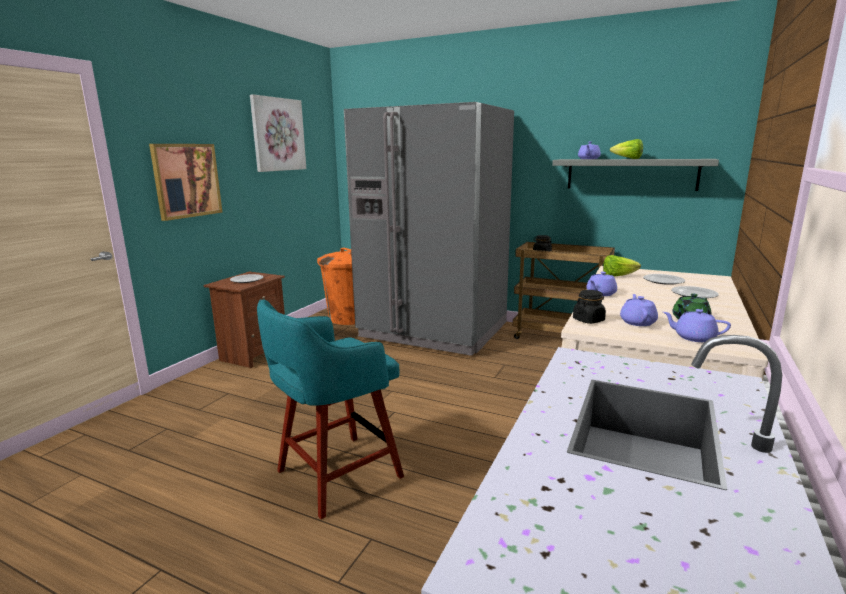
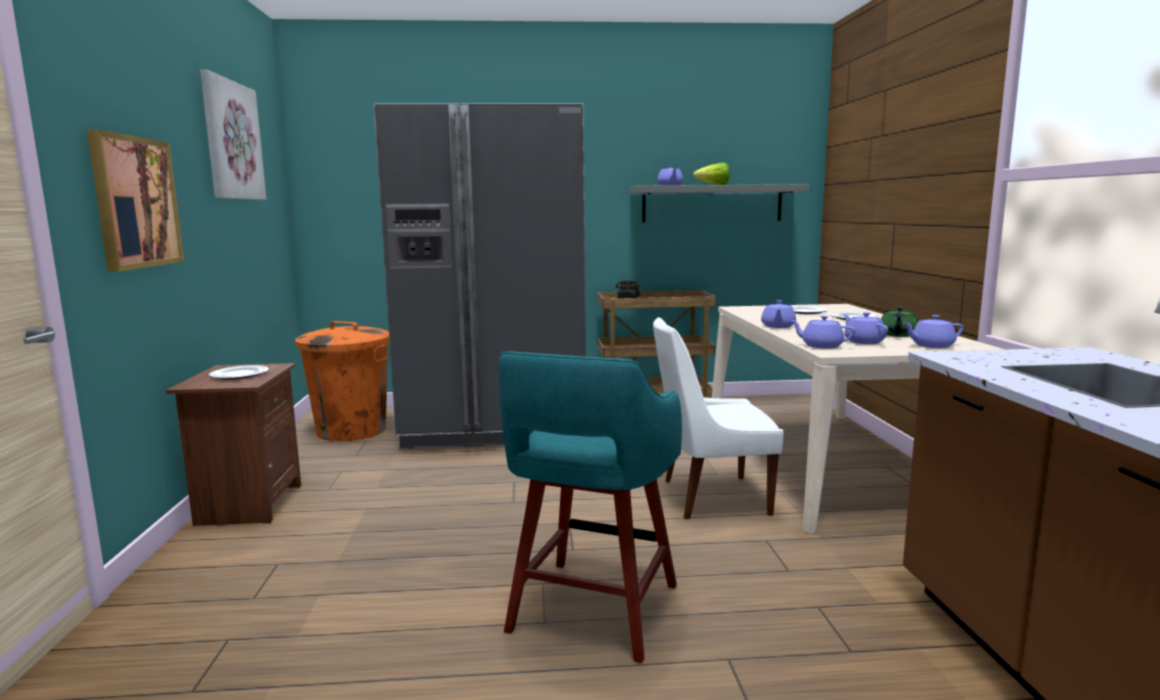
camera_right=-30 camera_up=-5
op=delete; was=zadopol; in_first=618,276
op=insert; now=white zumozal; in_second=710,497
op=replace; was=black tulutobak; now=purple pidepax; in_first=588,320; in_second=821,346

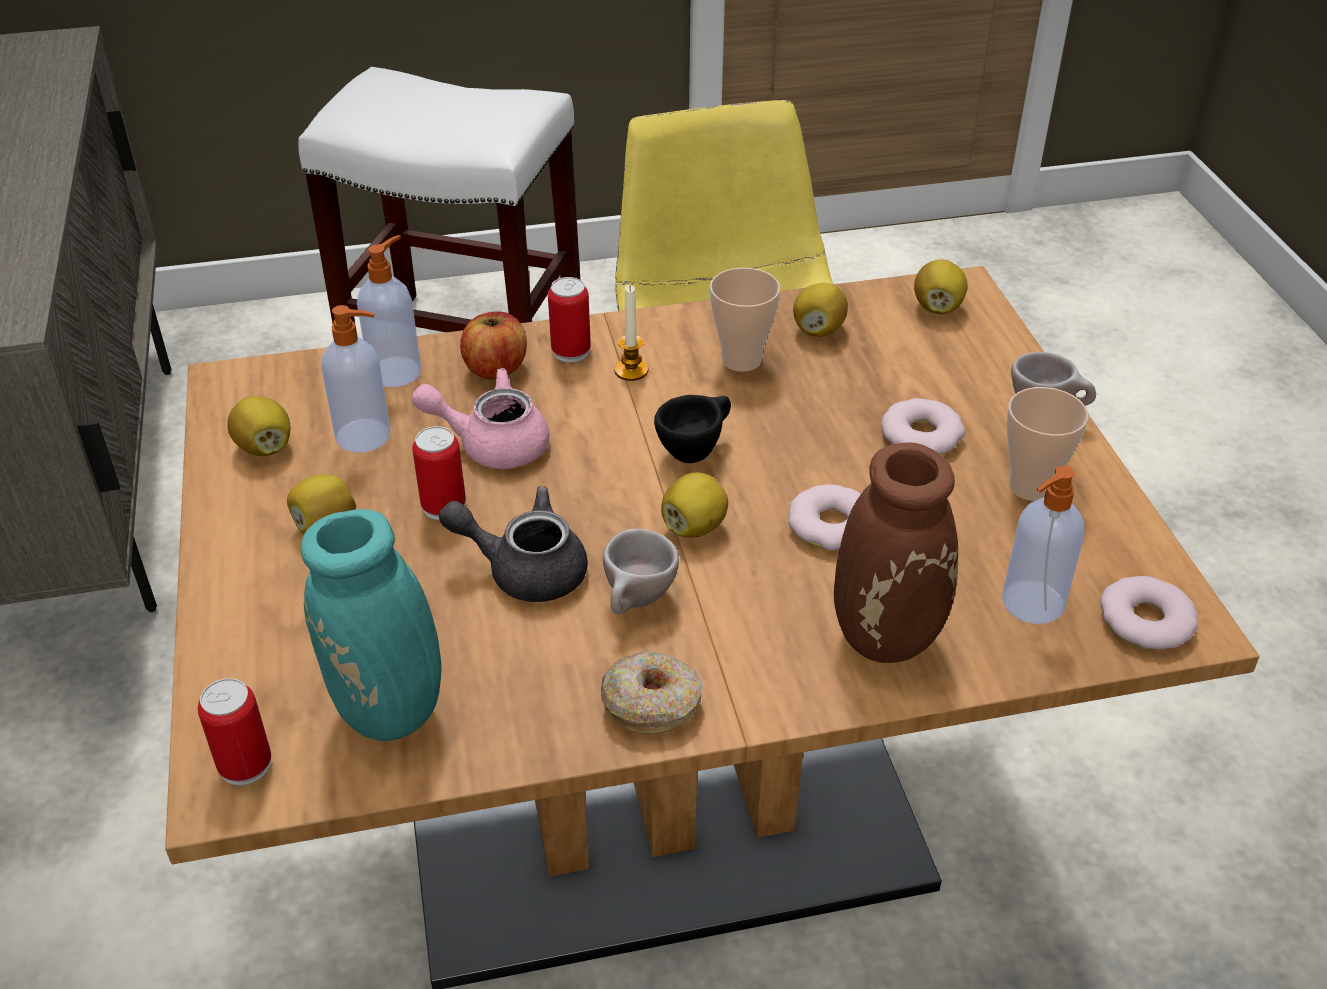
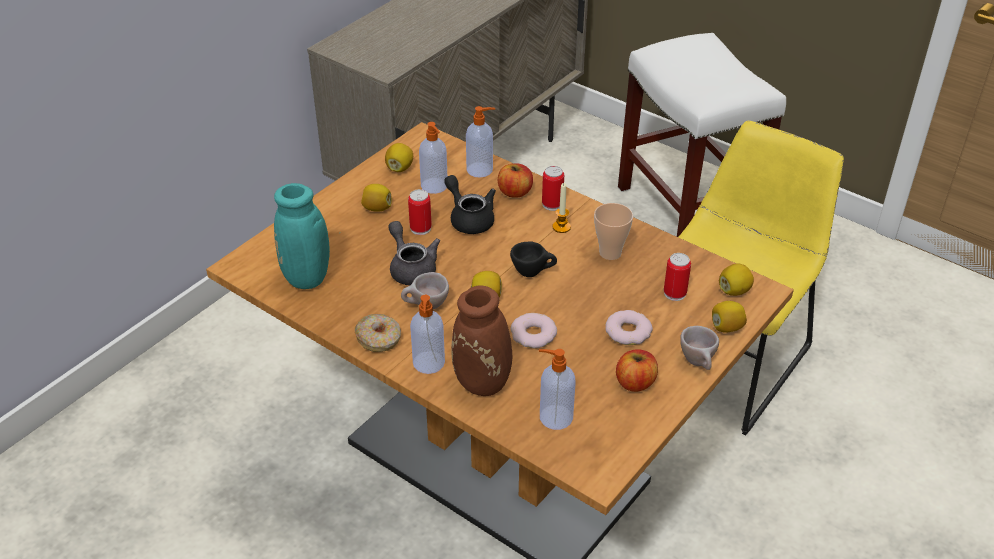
camera_right=50 camera_up=0
op=delete; was=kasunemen; in_first=1145,621
op=insert; now=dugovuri; in_second=428,364
op=move; was=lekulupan; in_first=245,765; in_second=674,293
op=move; was=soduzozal; in_first=818,329; in_second=726,327
op=replace; was=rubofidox; now=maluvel; in_first=1031,487; in_second=635,383
op=recolor; was=pink pidepax; now=black pidepax; in_first=492,443; in_second=469,218

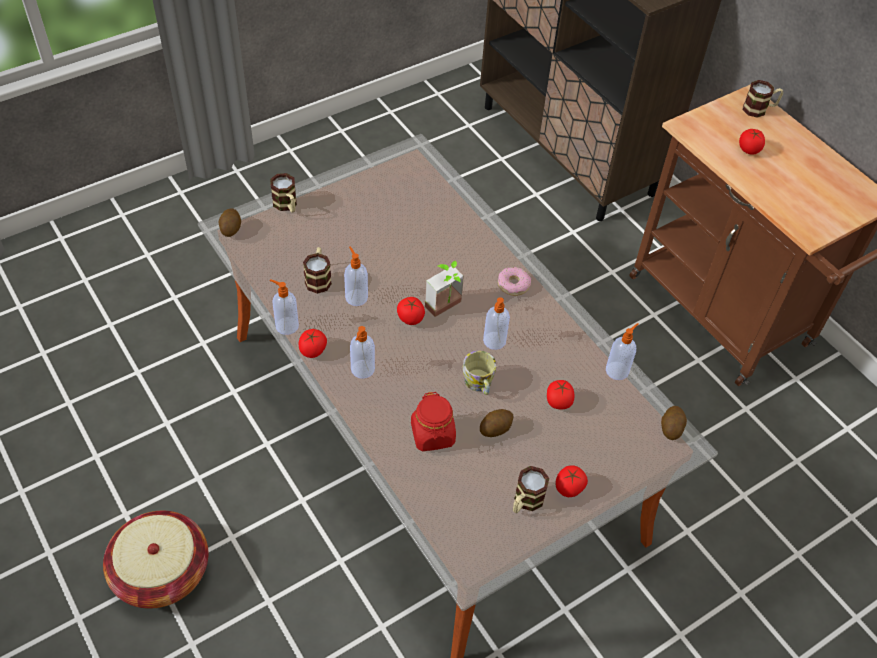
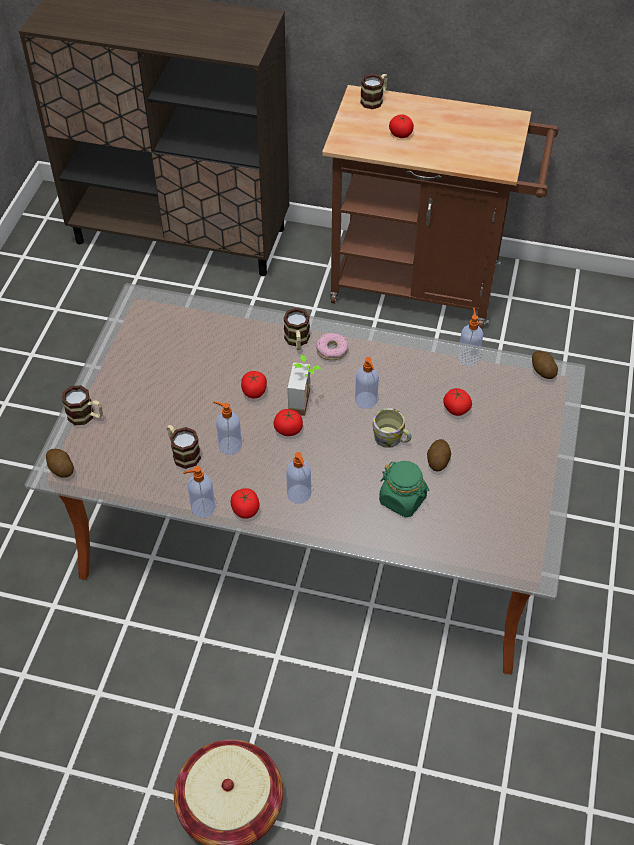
camera_right=-40 camera_up=0
op=move; was=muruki; in_first=525,502; in_second=297,341
op=move; was=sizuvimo; in_first=569,488; in_second=254,391
op=recolor; was=red tulutobak; now=green tulutobak; in_first=433,435; in_second=403,500

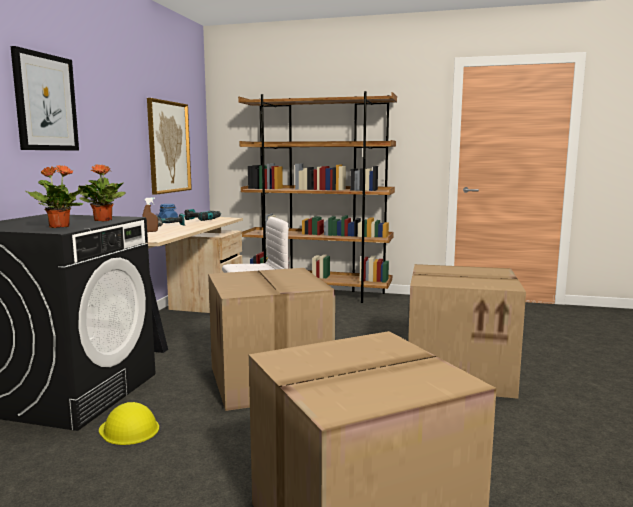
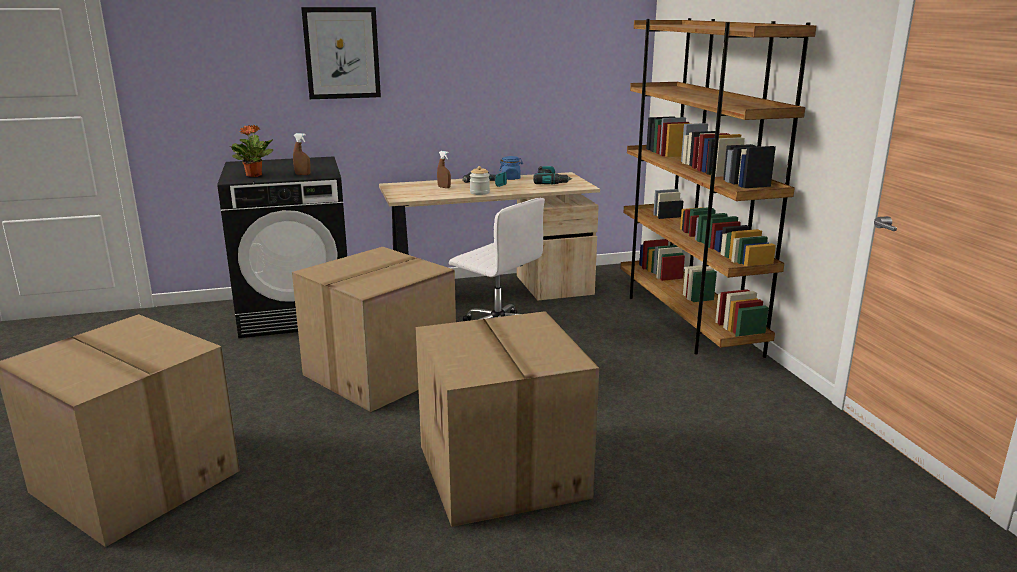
camera_right=60 camera_up=10
op=delete; was=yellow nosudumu; in_first=129,429
op=delete; was=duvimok; in_first=168,147
op=insert; now=tulutobak; in_second=479,193
op=replace; was=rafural; now=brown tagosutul; in_first=103,220; in_second=302,174

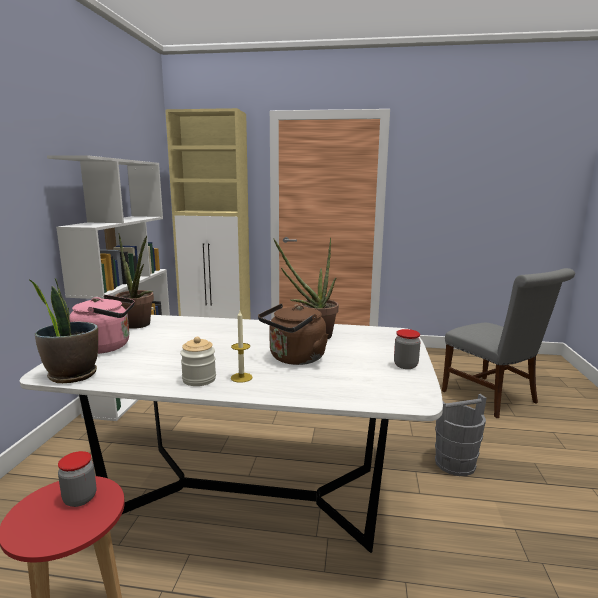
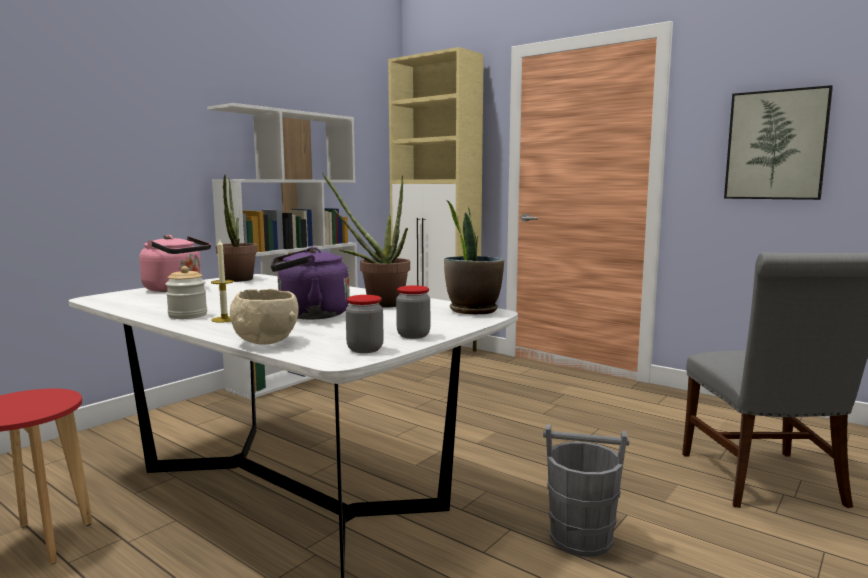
camera_right=30 camera_up=-5
op=insert; now=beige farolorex; in_second=265,342
op=insert; now=duvimok; in_second=776,145
op=move; was=rafural; in_first=72,375; in_second=472,310
op=move; was=tulutobak; in_first=80,498; in_second=365,349
op=recolor; was=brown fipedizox; now=purple fipedizox; in_first=294,359; in_second=309,315

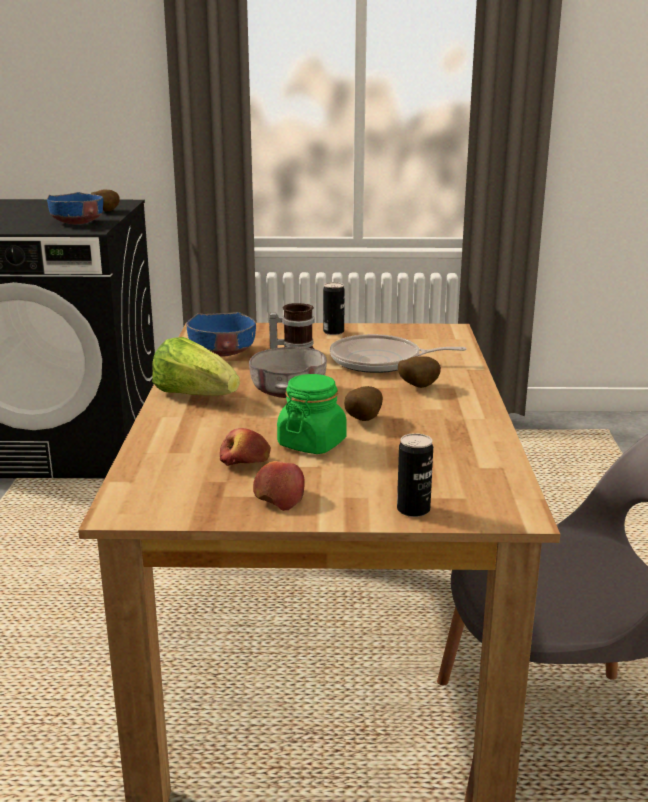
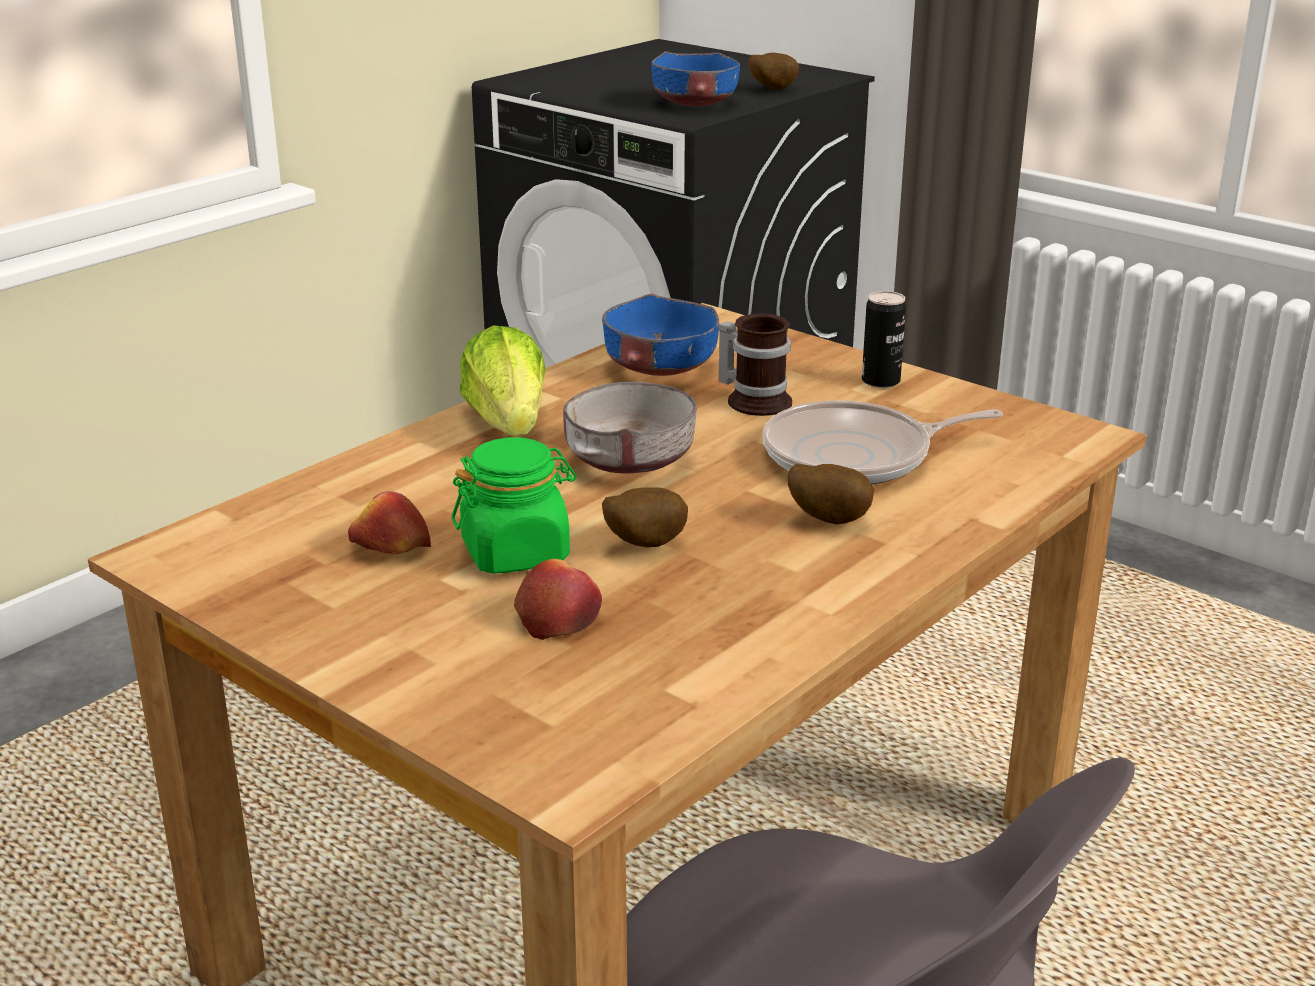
camera_right=40 camera_up=5
op=delete; was=lekulupan; in_first=413,510
op=move; was=maluvel; in_first=279,497; in_second=558,617
op=rotate; was=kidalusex; in_first=380,361; in_second=855,456; clockwise=-60

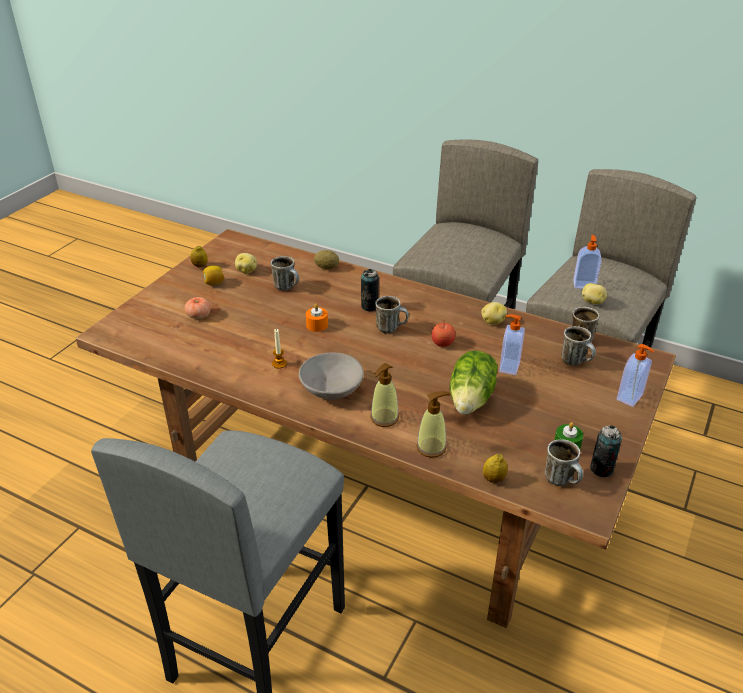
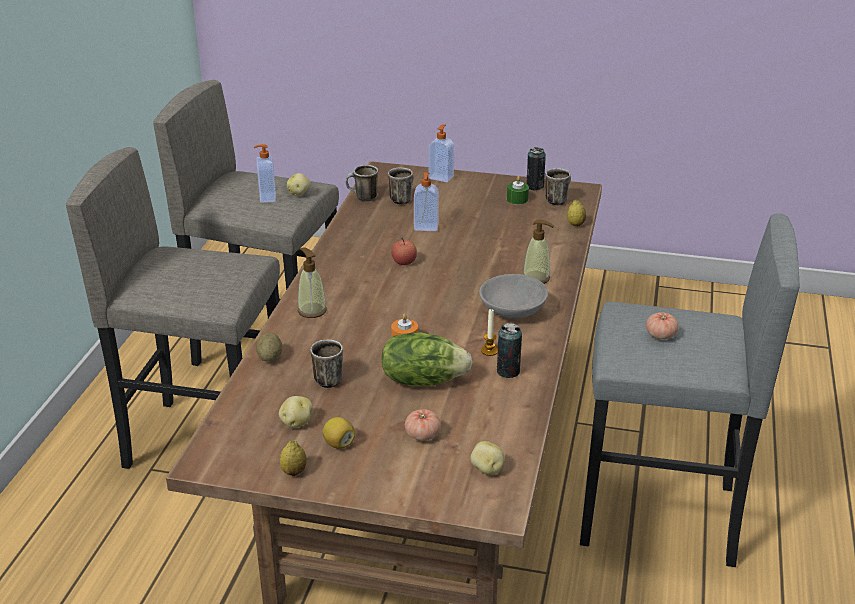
camera_right=-105 camera_up=-5
op=delete; was=muruki; in_first=391,328
op=insert; now=sizuvimo; in_second=660,335
op=move; was=lekulupan; in_first=369,306; in_second=508,371
op=move; was=dugovuri; in_first=431,447; in_second=312,310
op=move; was=zadopol; in_first=472,399; in_second=423,379
op=move; was=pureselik; in_first=492,321; in_second=487,470

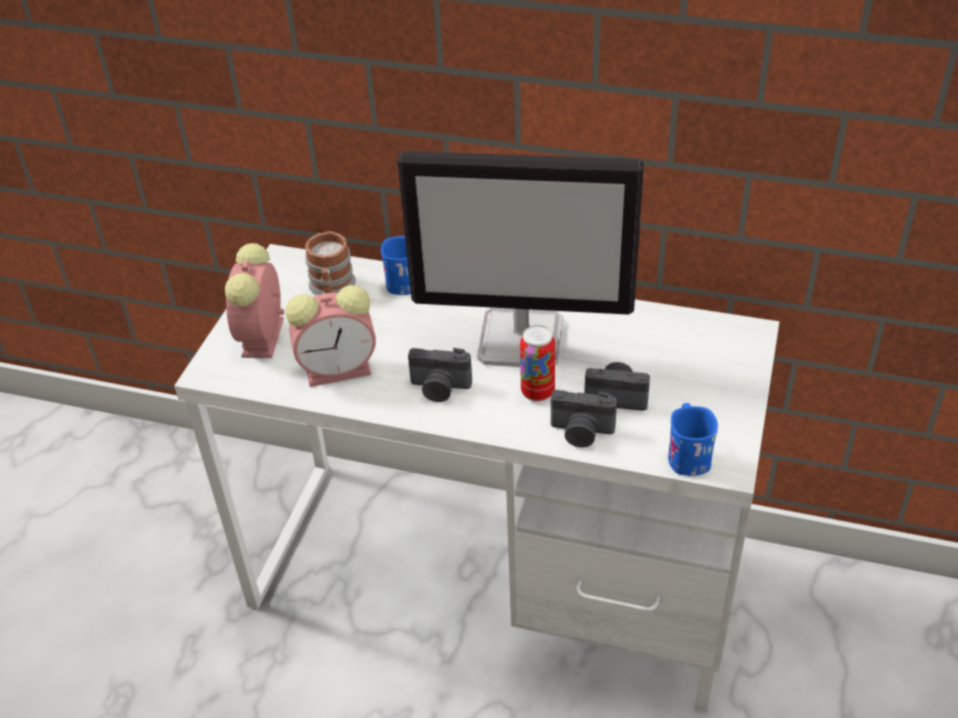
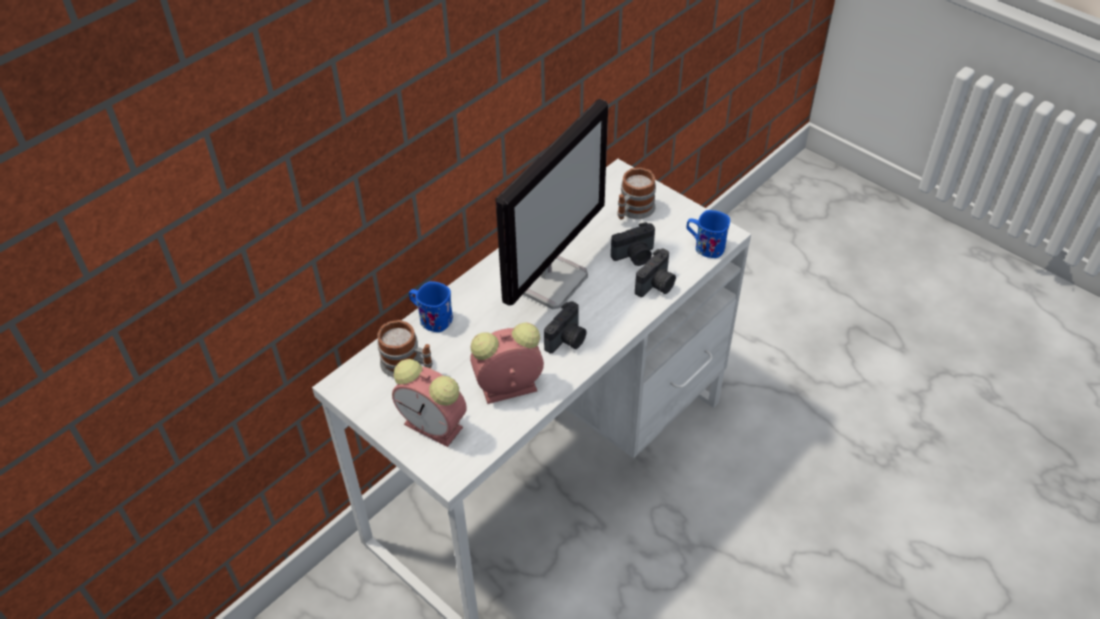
camera_right=-65 camera_up=5
op=delete; was=lekulupan; in_first=537,392
op=insert; now=muruki; in_second=633,211
op=rotate; was=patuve; in_first=341,369; in_second=506,388; clockwise=-120
op=rotate; was=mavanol; in_first=616,396; in_second=635,256; clockwise=-150

